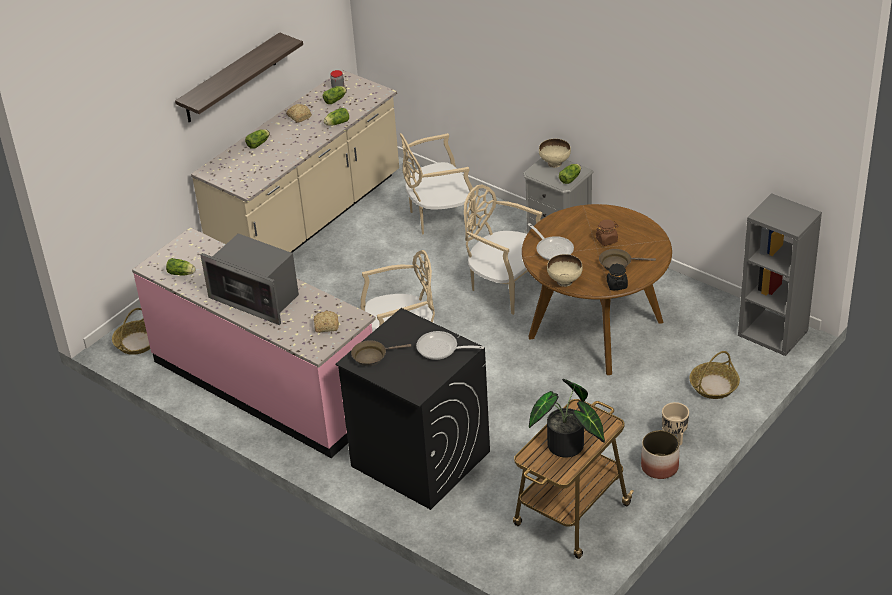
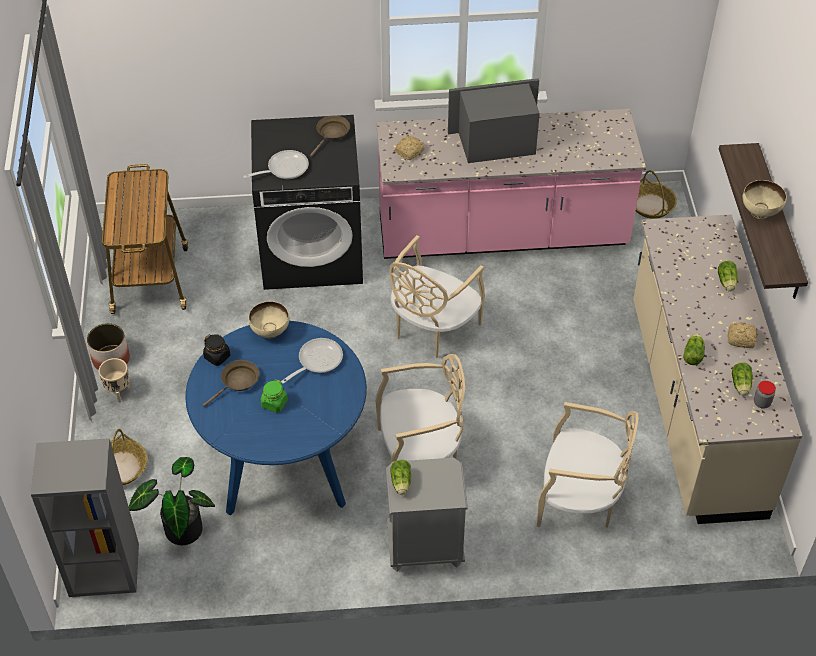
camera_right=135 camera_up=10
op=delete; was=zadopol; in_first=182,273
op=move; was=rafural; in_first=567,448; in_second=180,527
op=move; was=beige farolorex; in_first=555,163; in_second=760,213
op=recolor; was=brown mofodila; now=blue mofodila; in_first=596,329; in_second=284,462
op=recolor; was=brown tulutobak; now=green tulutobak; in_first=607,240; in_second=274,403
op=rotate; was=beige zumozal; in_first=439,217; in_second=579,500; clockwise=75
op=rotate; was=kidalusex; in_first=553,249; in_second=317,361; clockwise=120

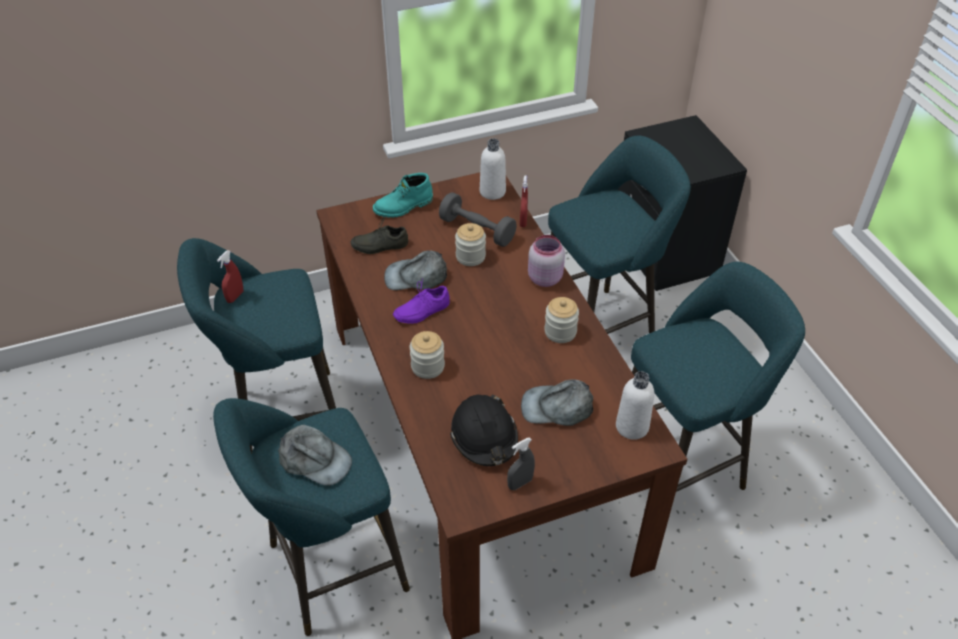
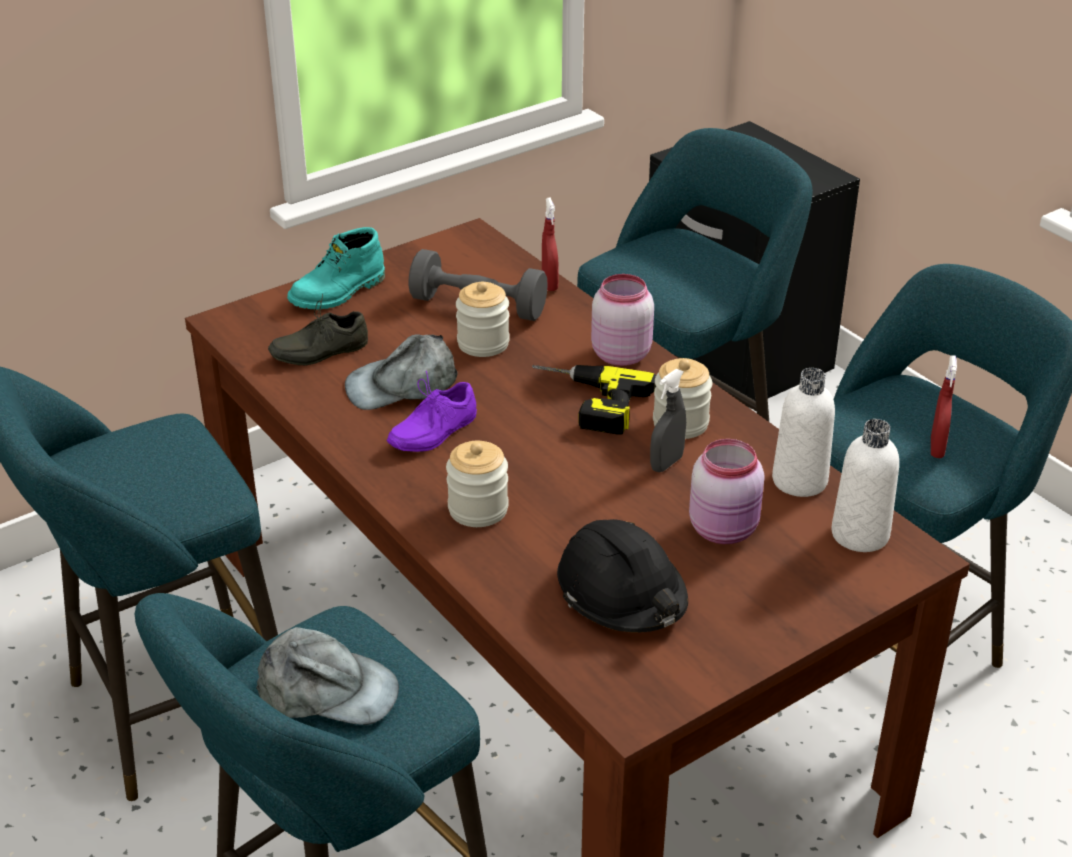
camera_right=-15 camera_up=-10
op=insert; now=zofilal; in_second=585,403
op=move; was=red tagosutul; in_first=235,296; in_second=937,448
op=move; was=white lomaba; in_first=492,192; in_second=799,480
op=move; was=grey tagosutul; in_first=520,483; in_second=666,463
op=replace; was=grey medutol; now=pink tulutobak; in_first=557,407; in_second=725,529

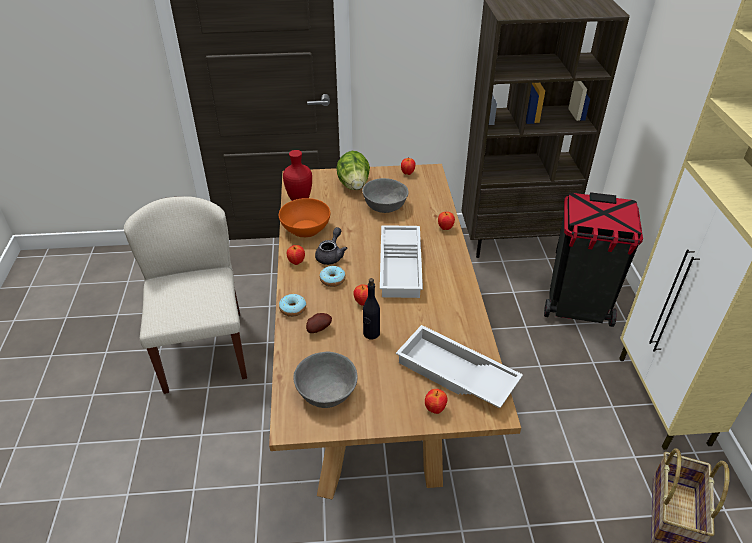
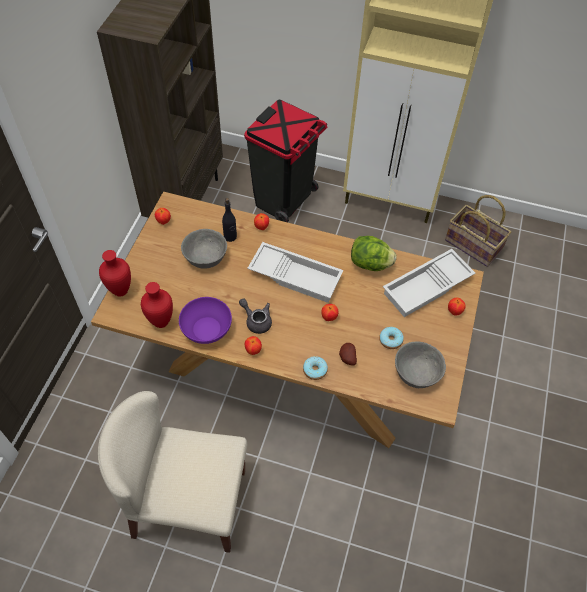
camera_right=-70 camera_up=15
op=insert; now=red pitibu; in_second=121,291
op=move; was=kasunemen; in_first=332,280; in_second=390,340
op=move; was=zadopol; in_first=354,185; in_second=370,264
op=move; was=black lomaba; in_first=371,333; in_second=230,237
op=recolor; was=orange farolorex; now=purple farolorex; in_first=306,229; in_second=206,329

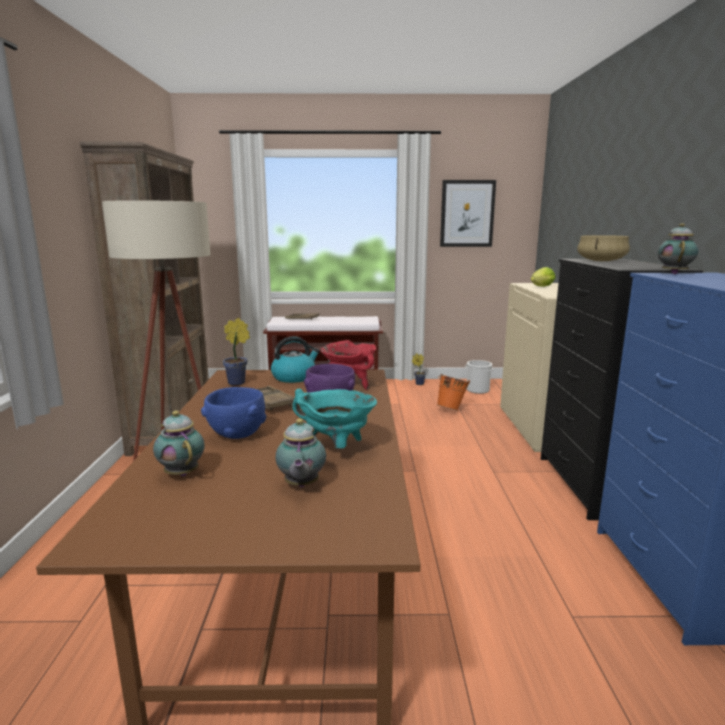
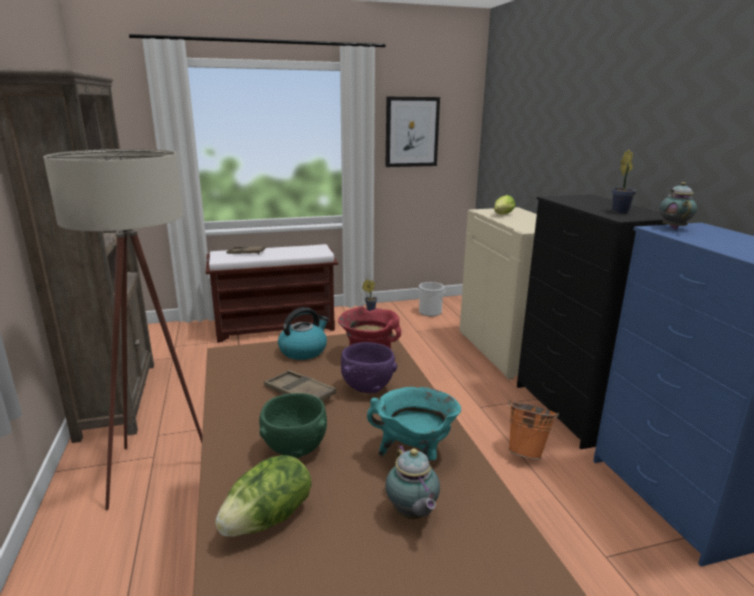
camera_right=-15 camera_up=5
op=delete; was=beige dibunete; in_first=600,261
op=move; was=rafural; in_first=239,382; in_second=621,211
op=move; was=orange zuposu; in_first=451,409; in_second=527,451
op=replace; was=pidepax; now=zadopol; in_first=181,472; in_second=269,519
op=recolor; was=blue farolorex; now=green farolorex; in_first=237,434; in_second=295,448

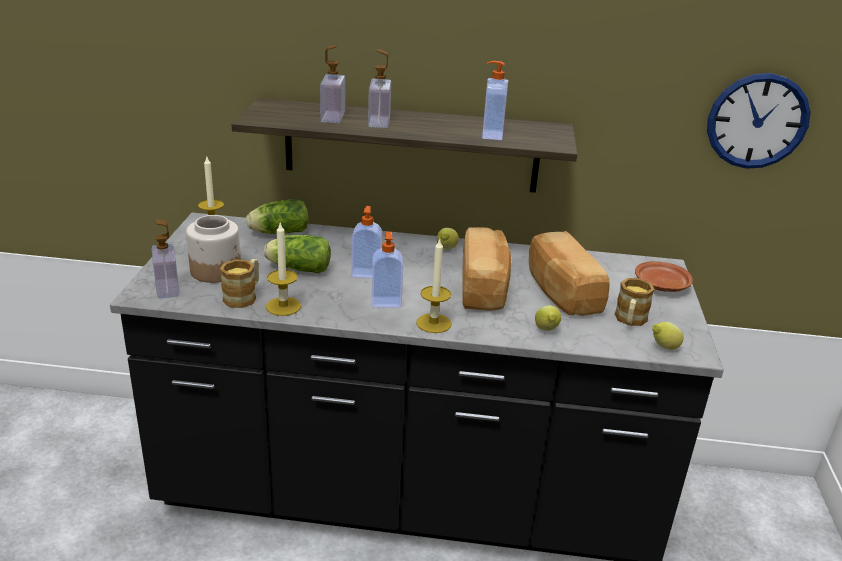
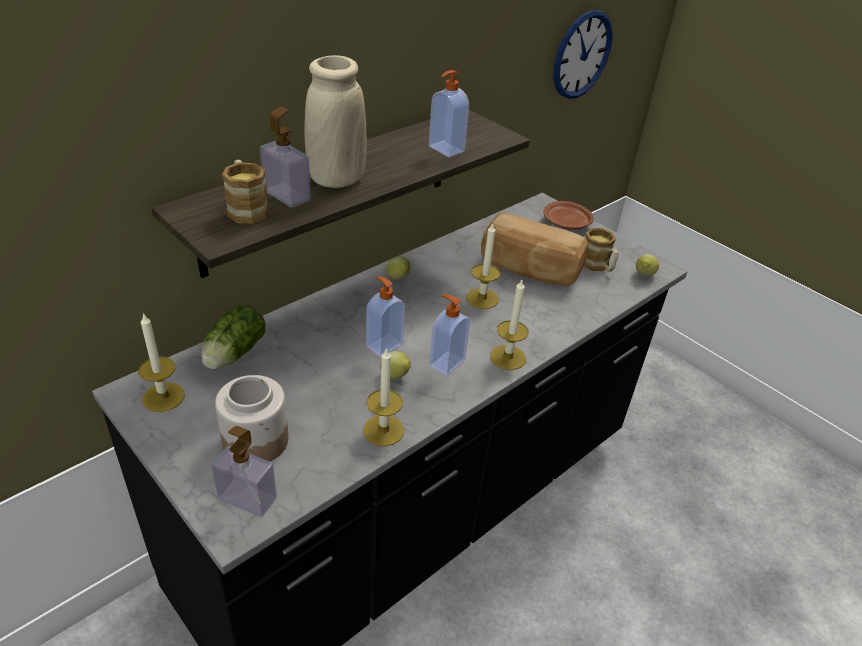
camera_right=-50 camera_up=10
op=delete; was=zadopol; in_first=297,268
op=move; was=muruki; in_first=244,296; in_second=246,208
op=move; was=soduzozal; in_first=546,330; in_second=395,377
op=replace; was=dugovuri; now=beige pitibu; in_first=379,122; in_second=337,180
op=replace; was=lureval; now=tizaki; in_first=484,287; in_second=482,298

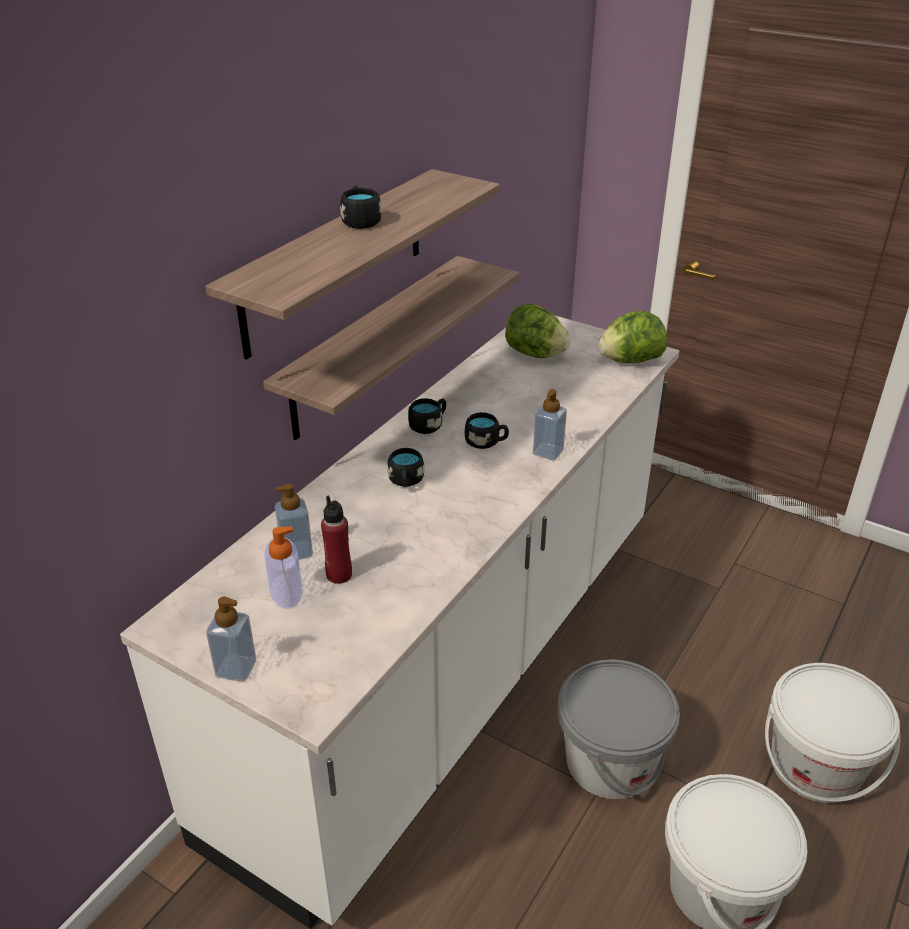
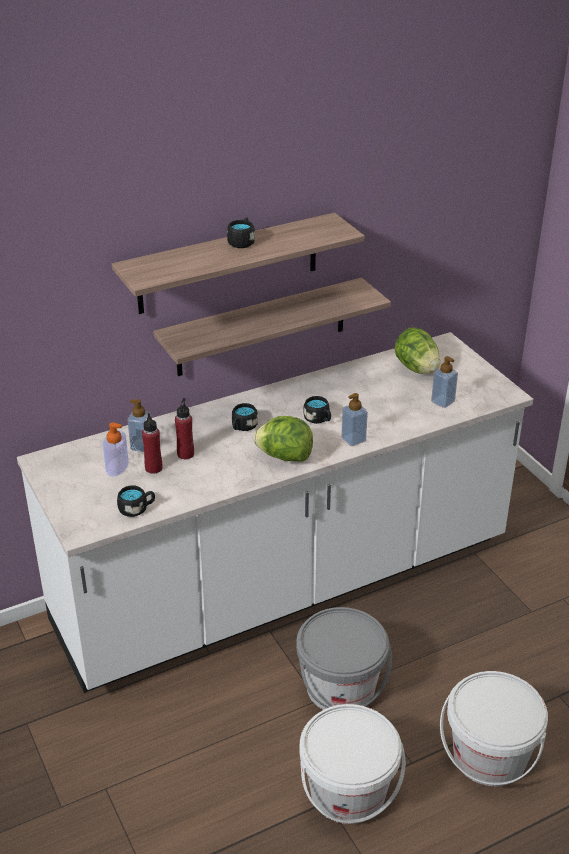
camera_right=30 camera_up=0
op=insert; now=red lomaba; in_second=185,454
op=move; was=dugovuri; in_first=236,668; in_second=442,401
op=move; was=black muruki; in_first=429,425; in_second=137,509
op=move; was=zadopol; in_first=630,360; in_second=284,457

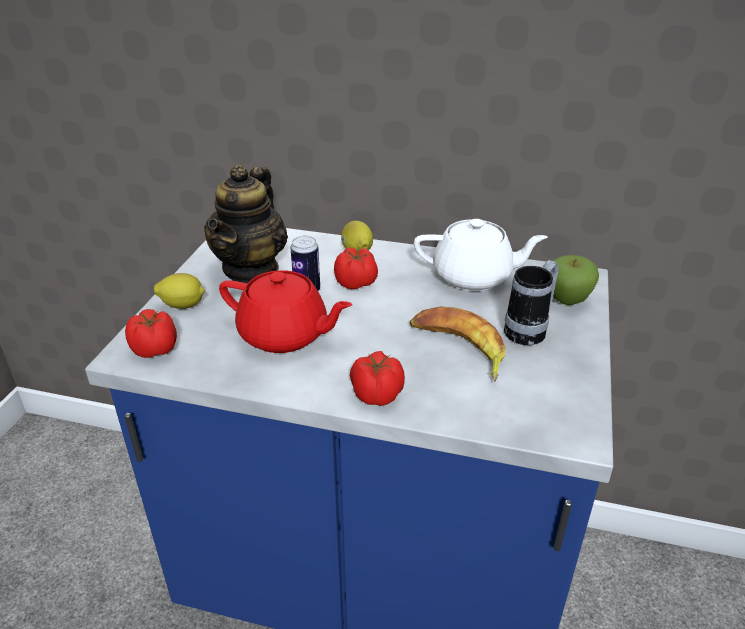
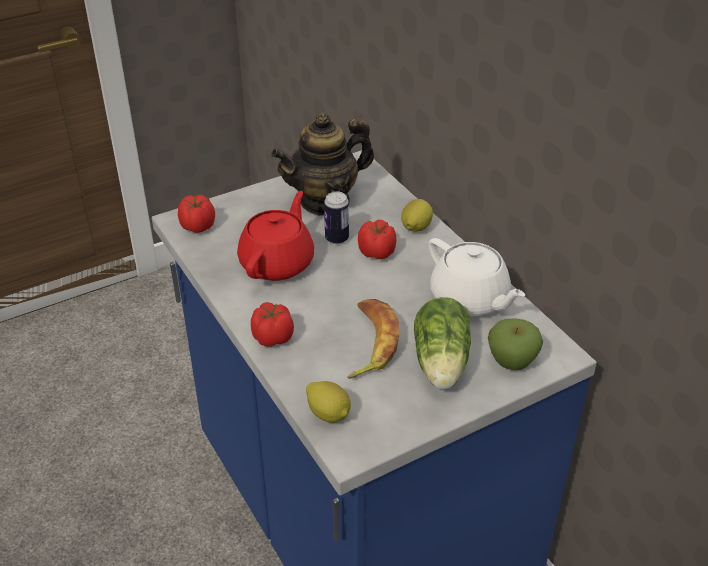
camera_right=45 camera_up=5
op=move; was=soduzozal; in_first=183,305; in_second=329,414
op=replace; was=muruki; now=zadopol; in_first=530,330; in_second=441,364
op=rotate; was=red pidepax; in_first=285,335; in_second=278,262; clockwise=-135

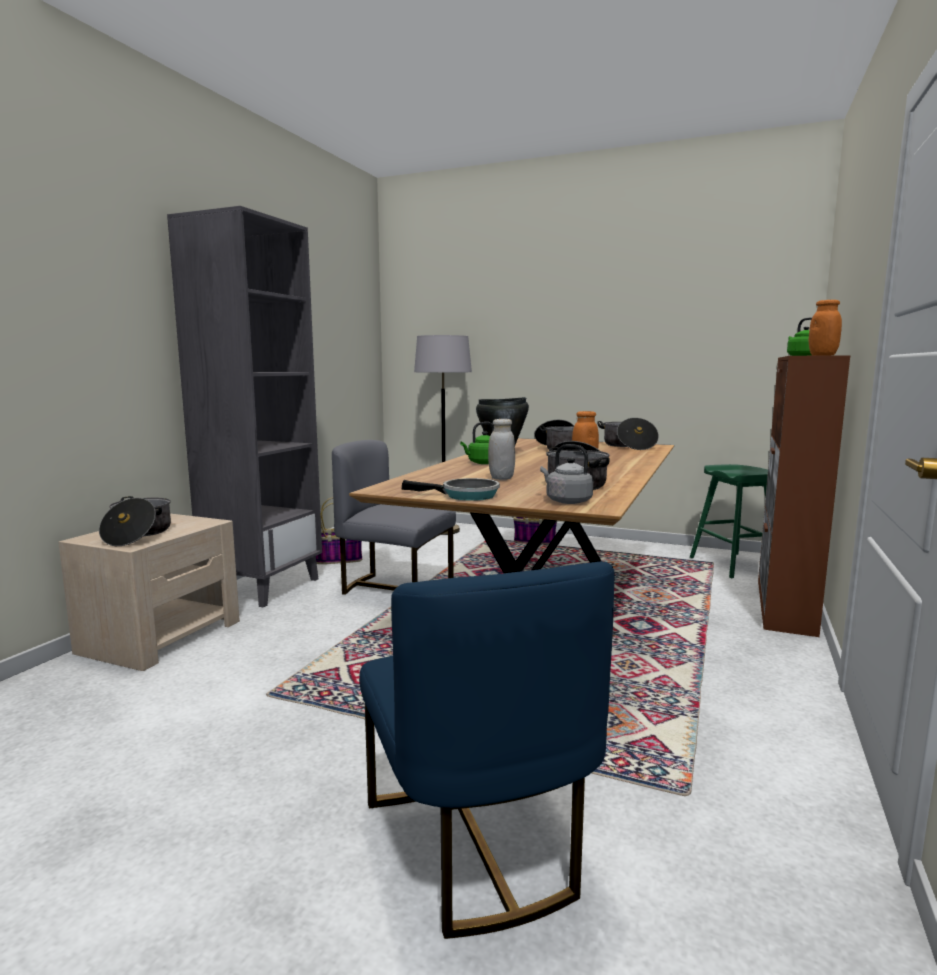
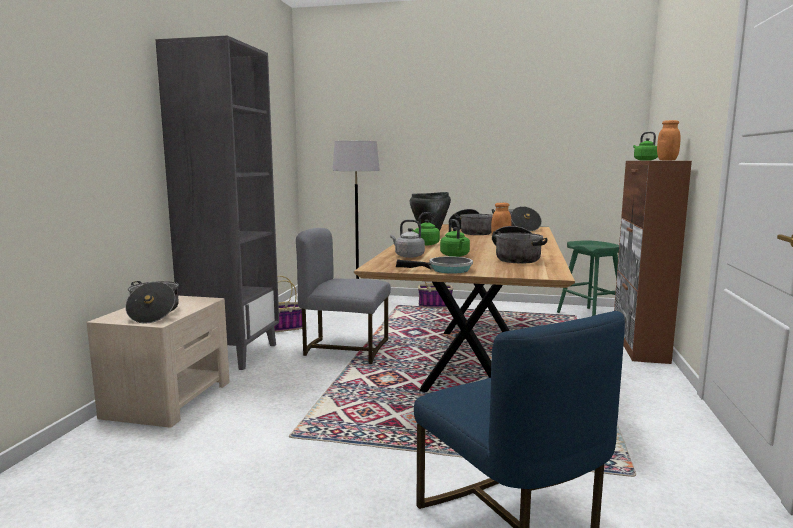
camera_right=-10 camera_up=0
op=move; was=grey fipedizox; in_first=566,501; in_second=408,256
op=replace; was=white tulutobak; now=green fipedizox; in_first=501,478; in_second=455,256

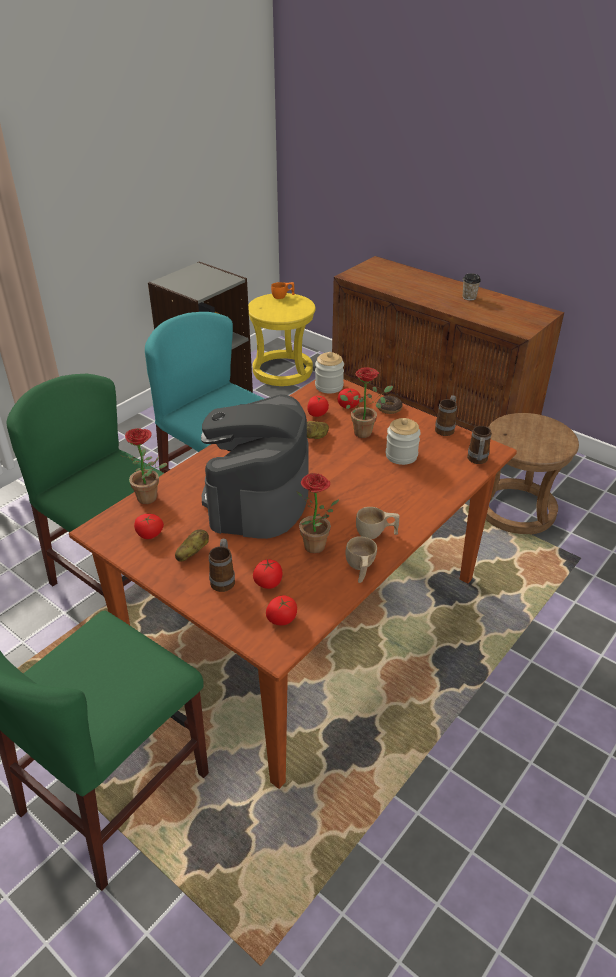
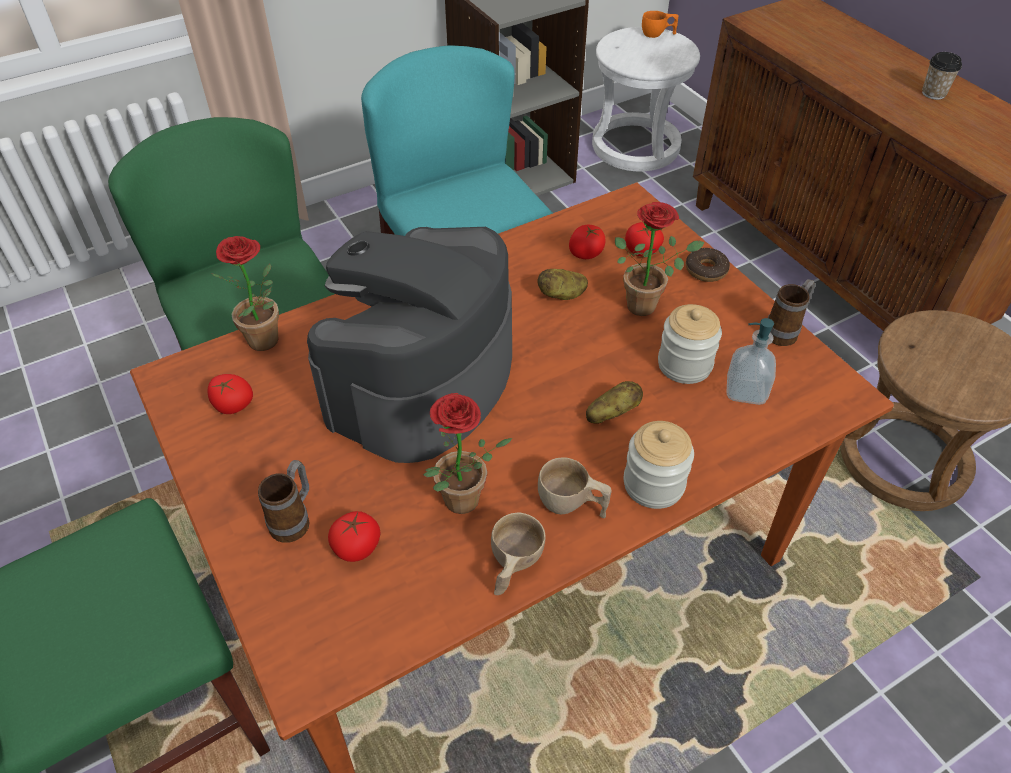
camera_right=20 camera_up=10
op=delete; was=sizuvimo; in_first=281,619
op=delete; was=muruki; in_first=477,461
op=insert; now=dugovuri; in_second=745,391
op=move; was=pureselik; in_first=192,553; in_second=612,413
op=move; was=tulutobak; in_first=329,386; in_second=653,484
op=recolor; was=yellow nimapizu; now=white nimapizu; in_first=282,371; in_second=636,146

